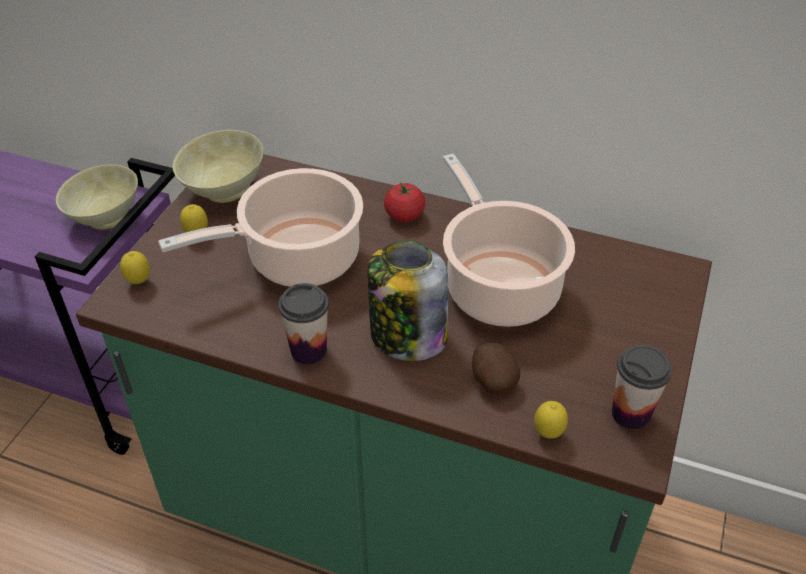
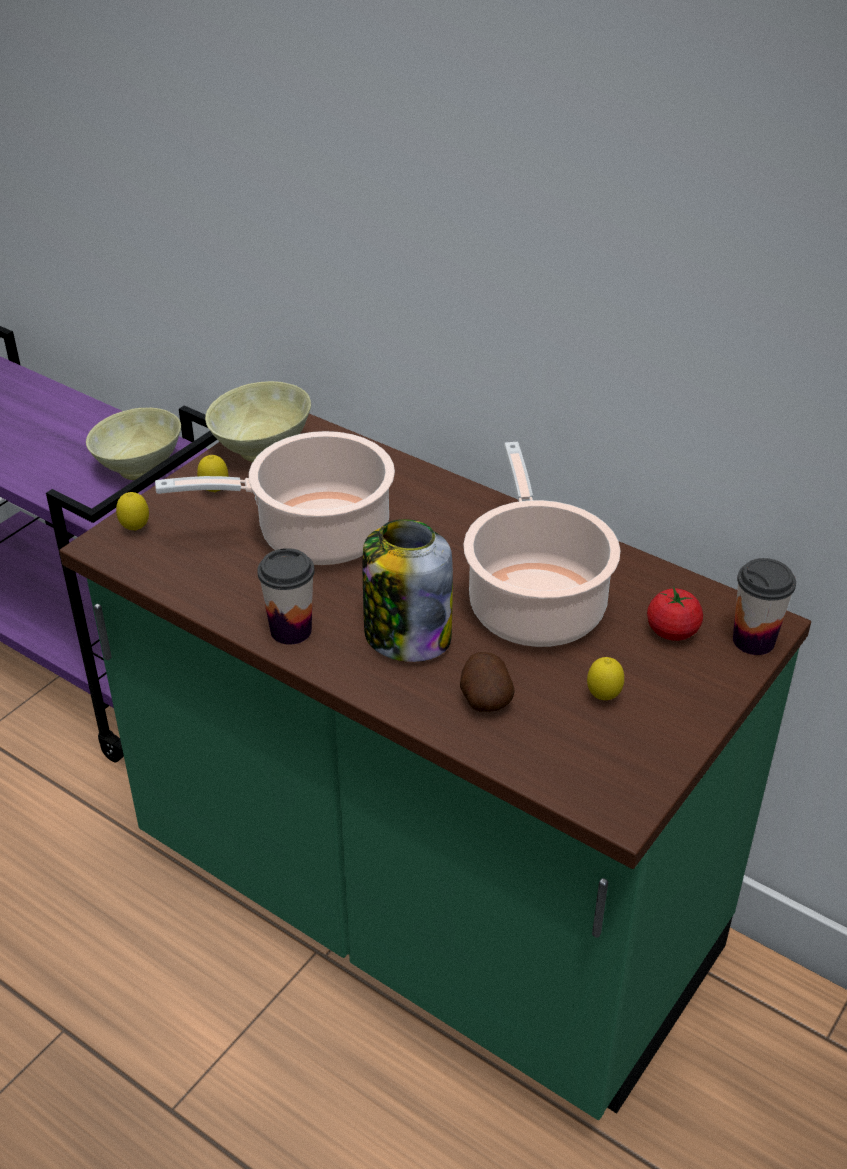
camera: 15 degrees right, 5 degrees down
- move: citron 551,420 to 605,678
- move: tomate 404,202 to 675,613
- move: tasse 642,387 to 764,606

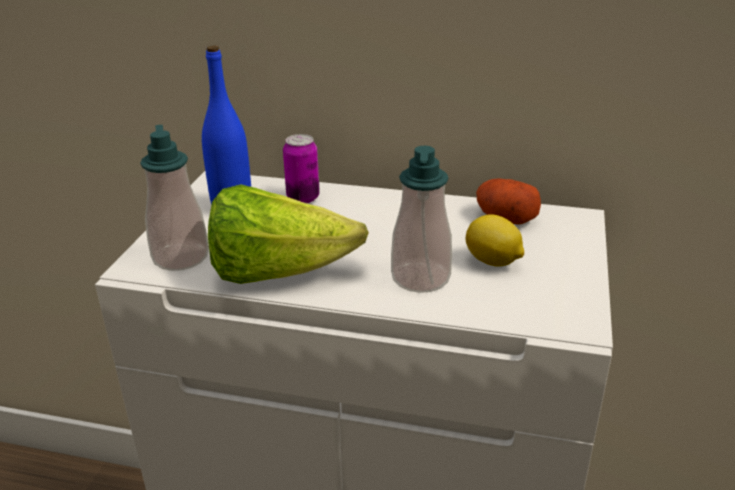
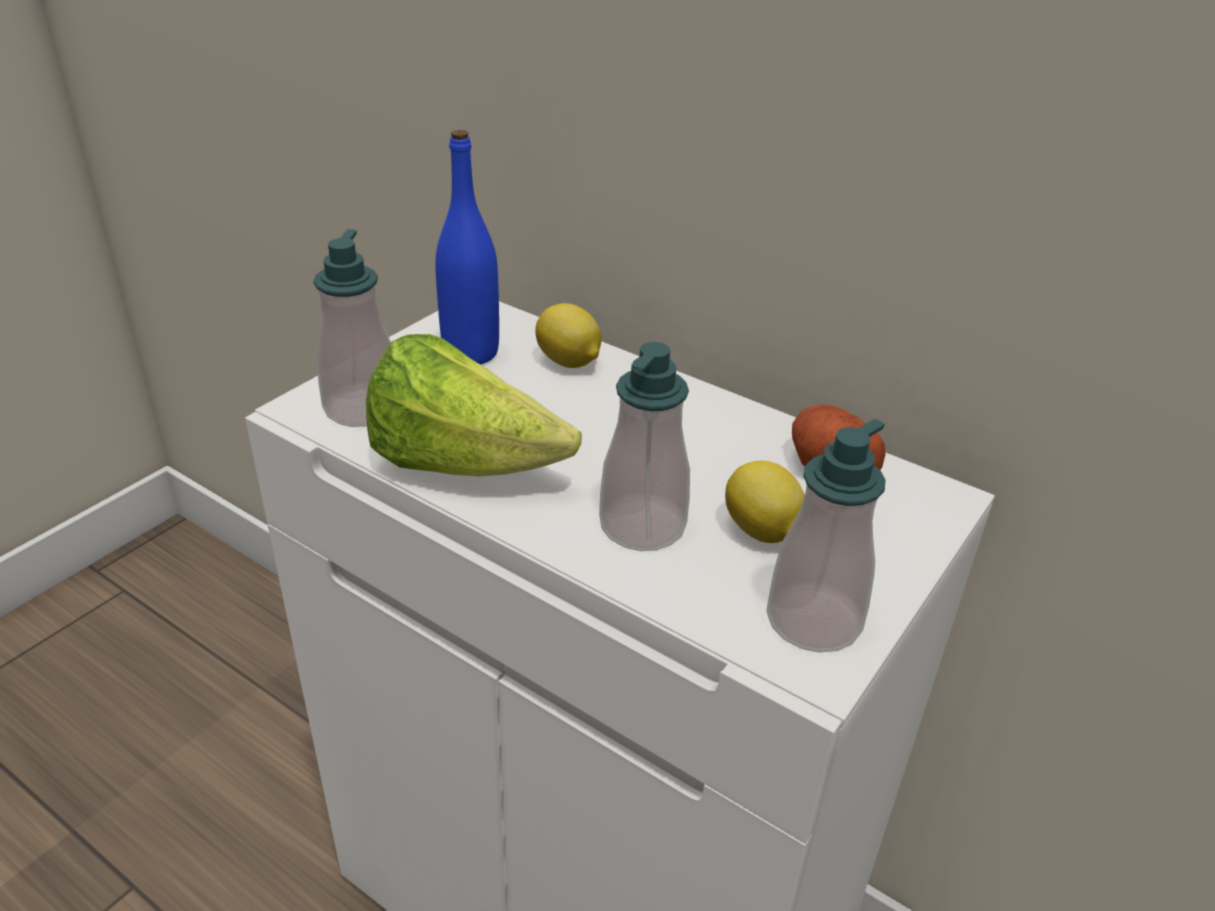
camera: 20 degrees right, 5 degrees up
- replace: boîte métallique 301,168 to citron 568,335
- insert: distributeur de savon 826,536

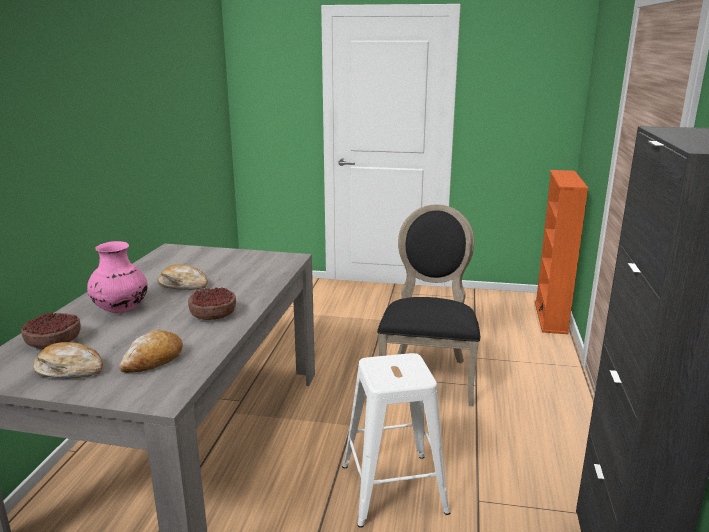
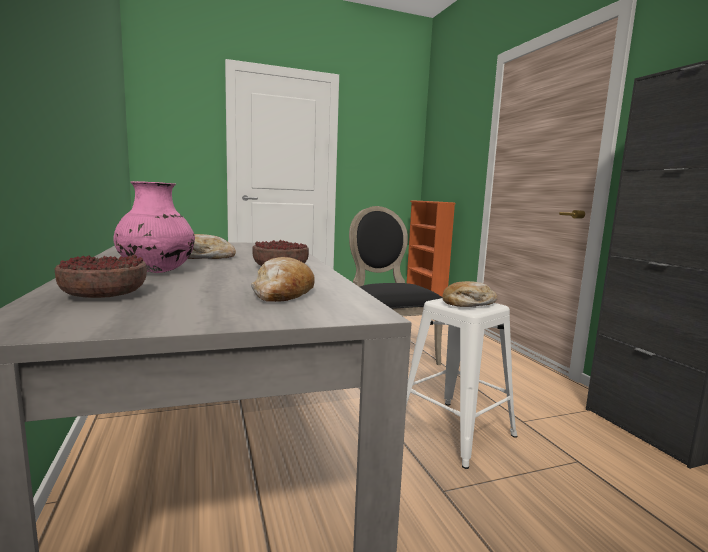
camera: 30 degrees left, 10 degrees down
- move: pain 68,360 to 470,294

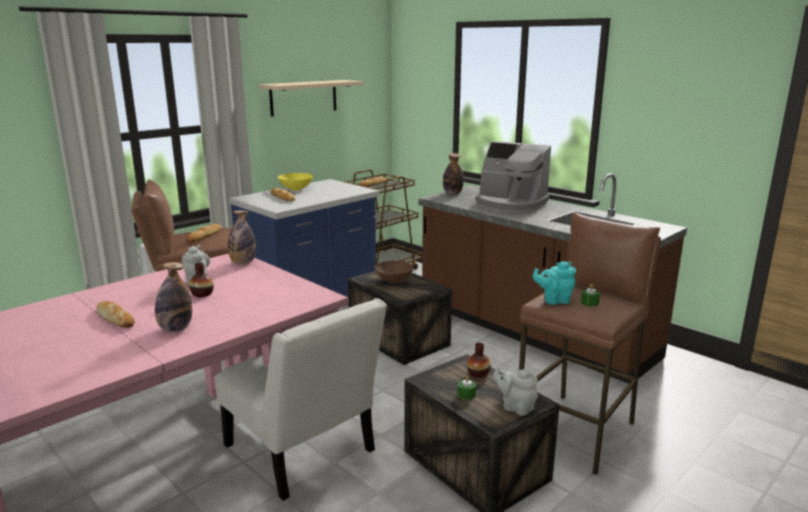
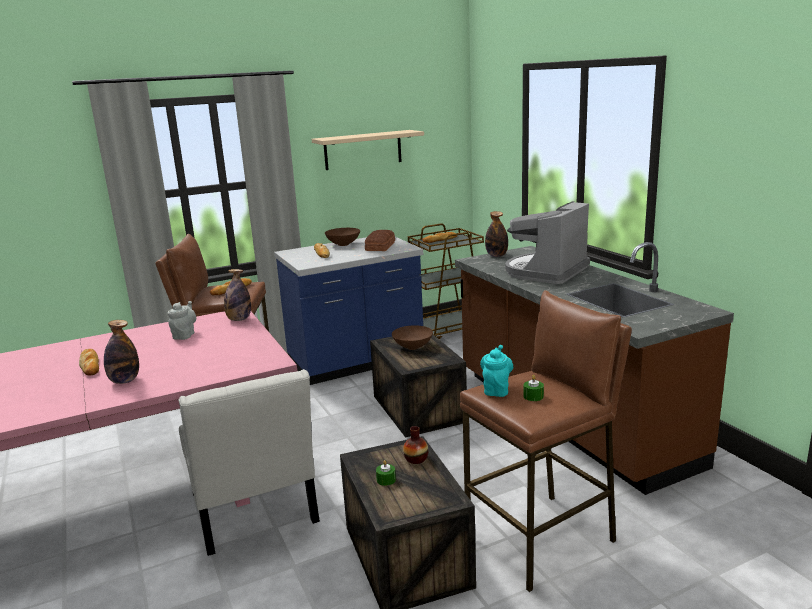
camera: 20 degrees right, 0 degrees up
- recolor: bol [jaune] 295,182 to bol [marron] 342,237
- insert: pain 380,240
- rotate: théière [turquoise] 554,283 = 496,371 90 degrees clockwise
- rotate: machine à café 513,177 = 547,242 75 degrees clockwise
- delete: vase 201,280
- delete: théière [gris] 515,391

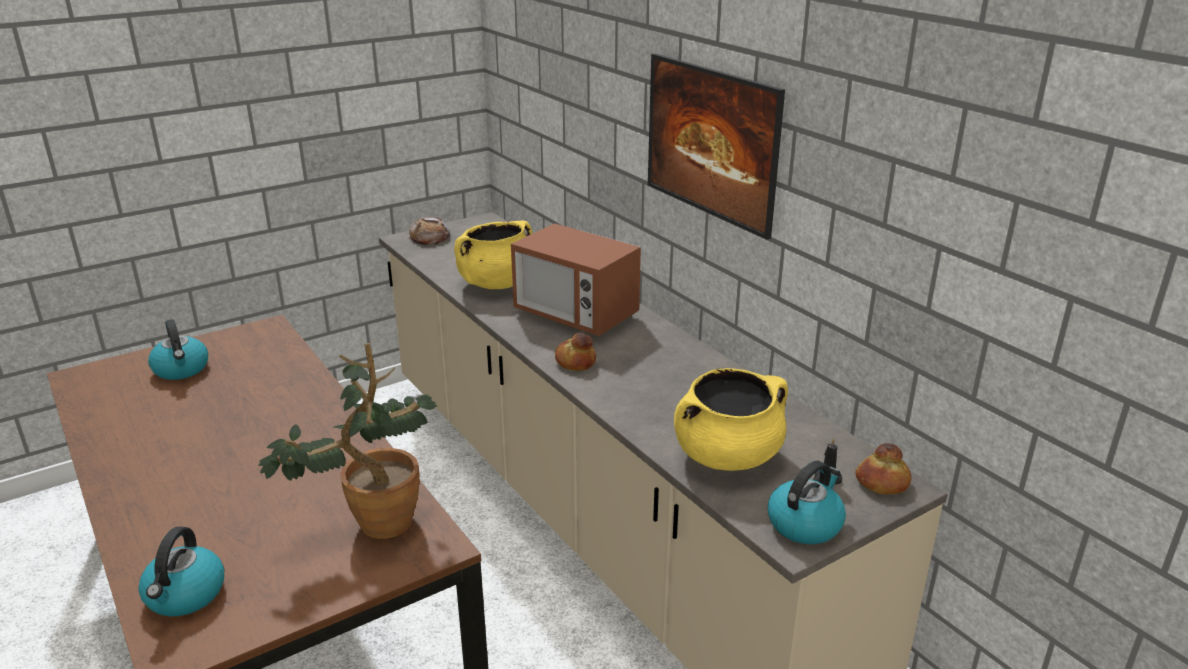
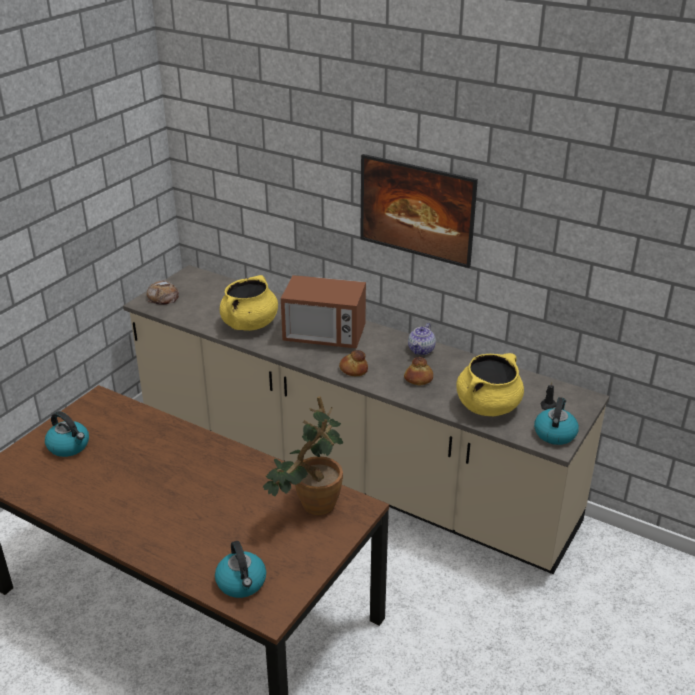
camera: 25 degrees left, 5 degrees up
- move: pain 883,469 to 418,371
- insert: théière 422,339

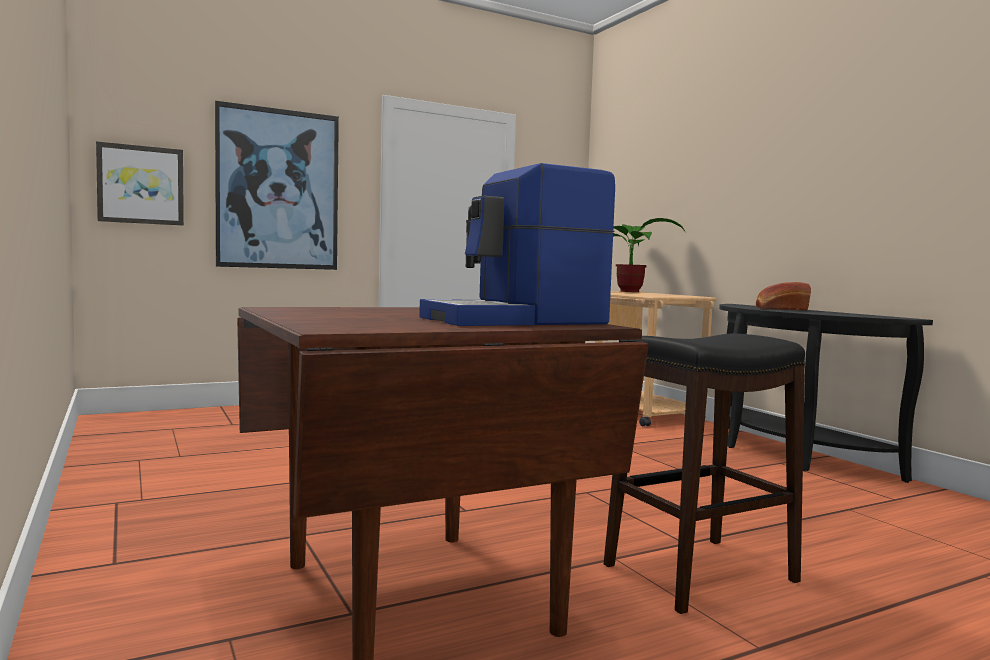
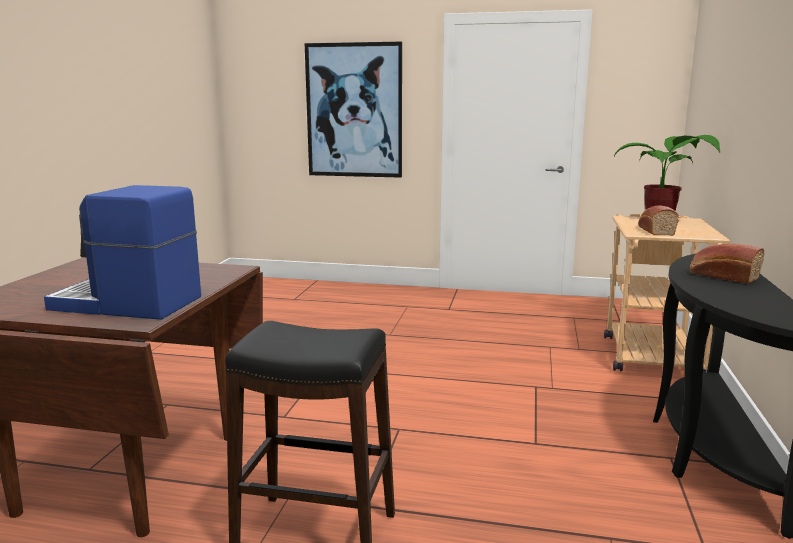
camera: 40 degrees right, 10 degrees up
- insert: pain 658,221
- delete: tableau 140,183

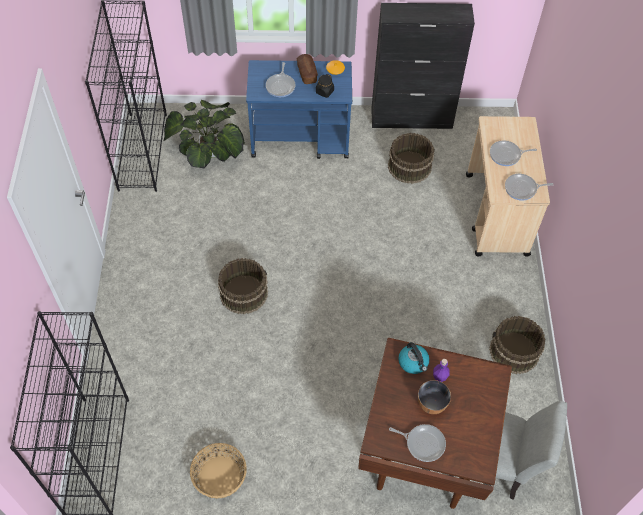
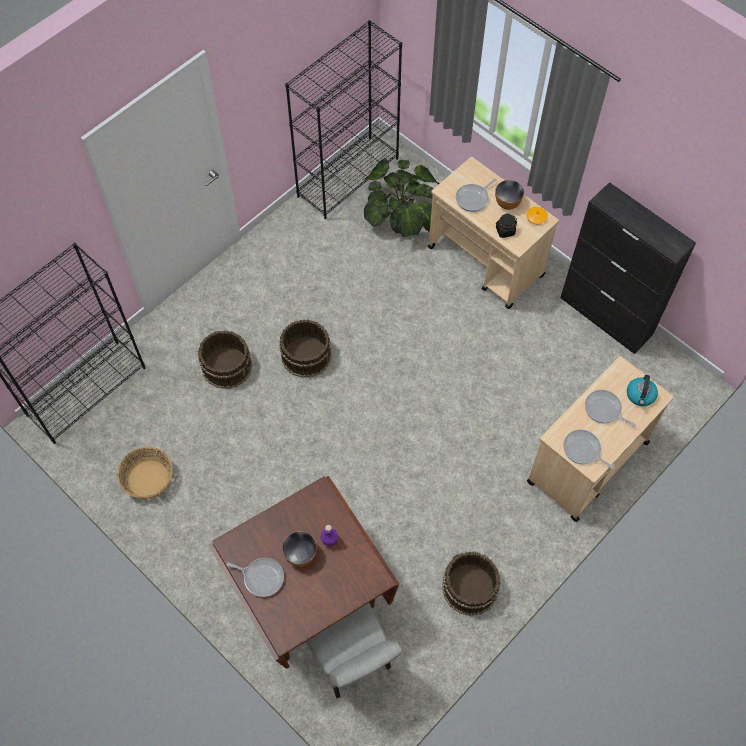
camera: 45 degrees right, 5 degrees up
- move: seau [marron] 411,158 to 225,359
- rotate: poêle 417,443 = 255,577 45 degrees counterclockwise
- recolor: chariot [bleu] 299,109 to chariot [beige] 493,233
- replace: pain 307,69 to bol 509,195
- move: bouilloire 414,358 to 642,390

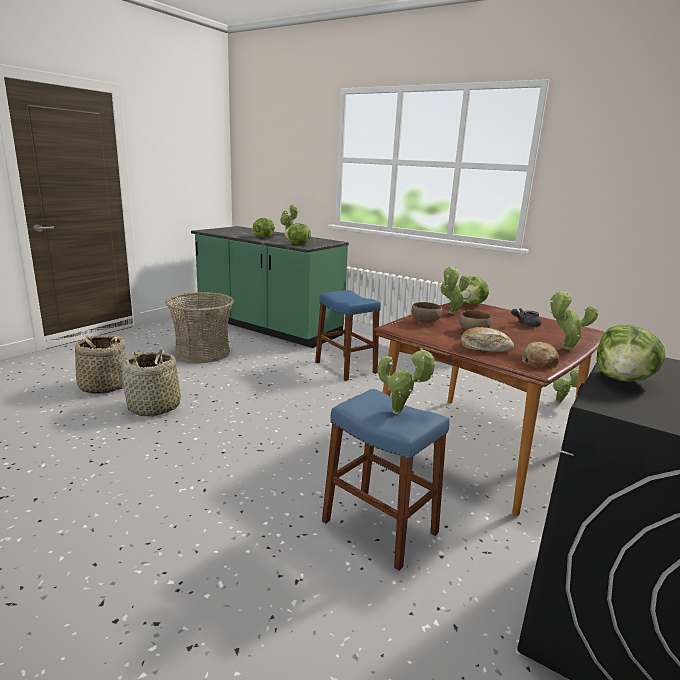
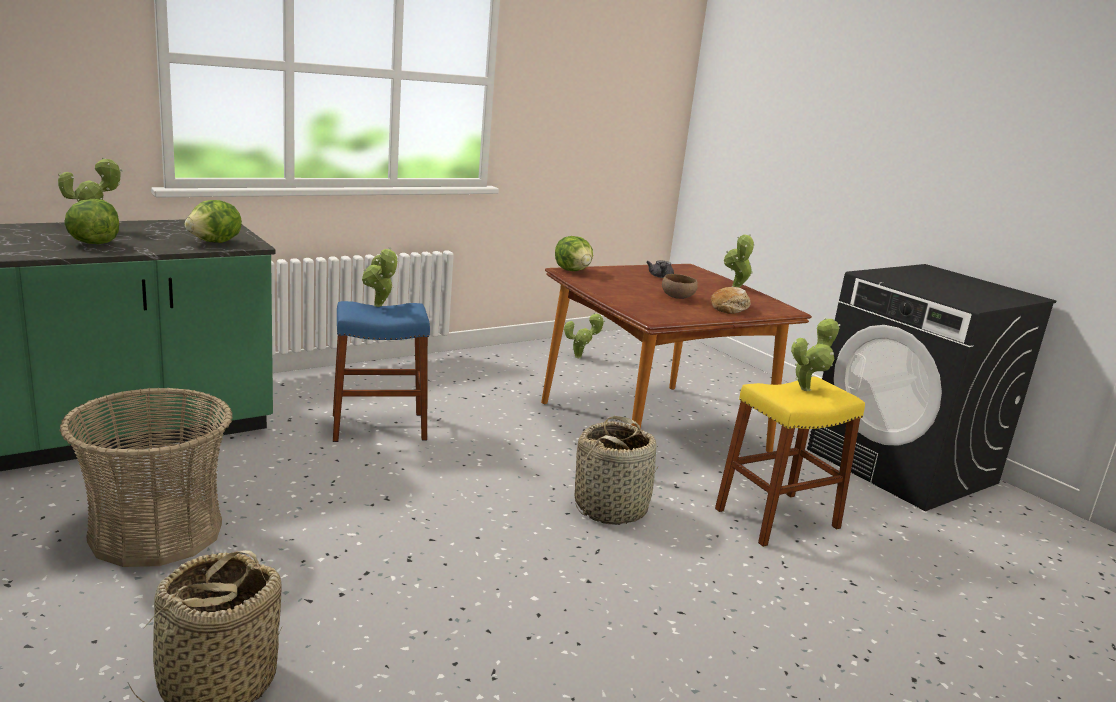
camera: 70 degrees left, 0 degrees up
- move: plante en pot 455,290 to 379,277
- move: panier 152,383 to 616,470
- recolor: tabouret [bleu] 386,479 to tabouret [jaune] 790,461
- delete: bol [marron] 426,312
- delete: pain 540,355
- delete: laitue 630,353

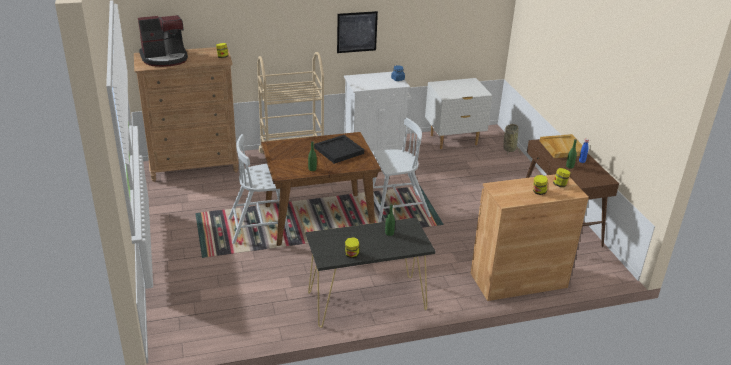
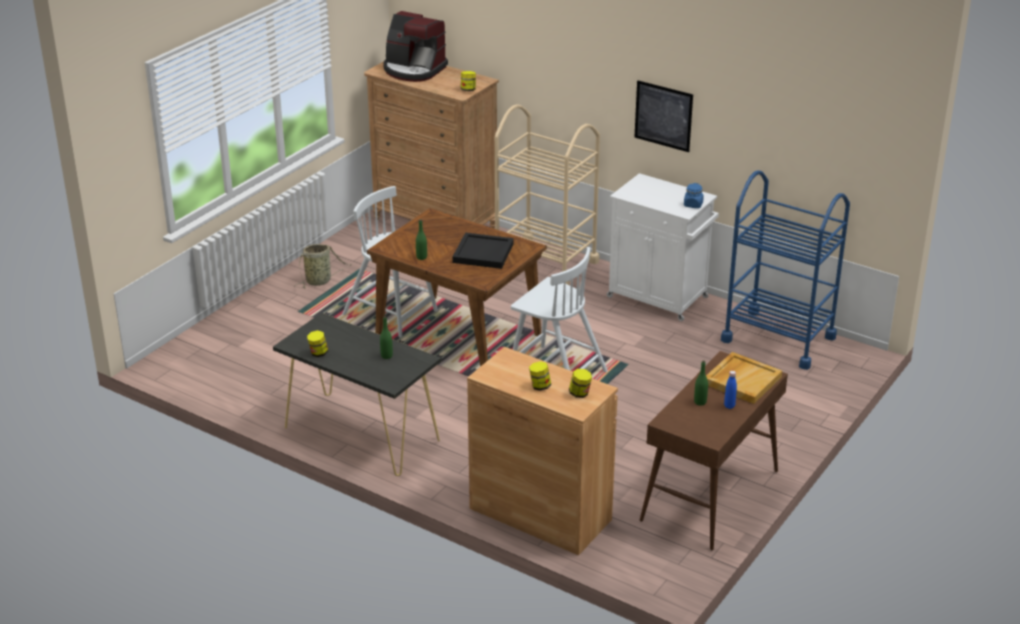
camera: 50 degrees right, 0 degrees up
- move: panier 512,140 to 323,266
- replace: table de chevet [blanc] 459,113 to chariot [bleu] 785,270

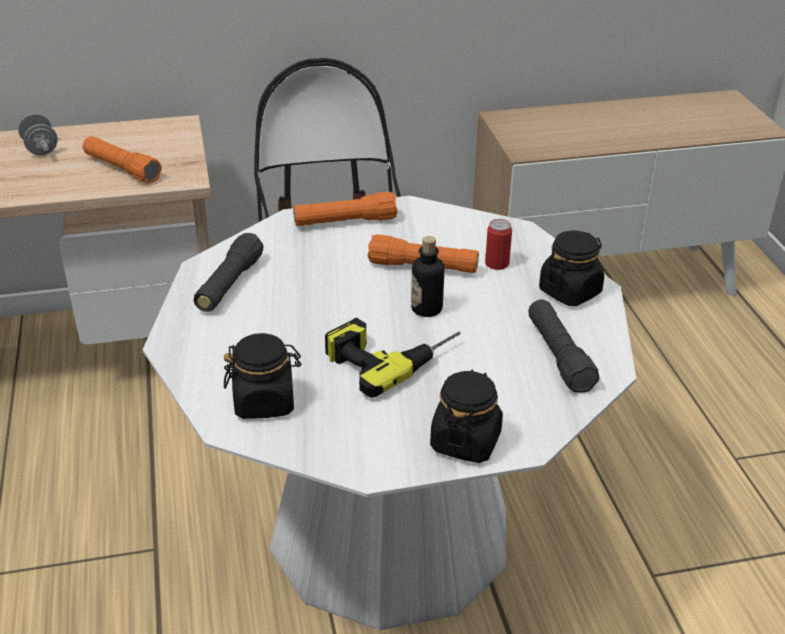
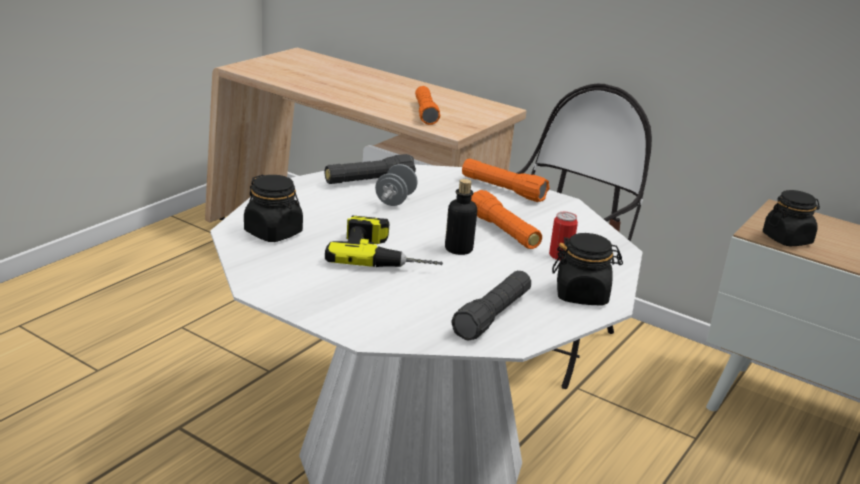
camera: 45 degrees right, 10 degrees down
- move: haltère [gris] 38,134 to 396,185
- move: bocal [noir] 466,416 to 791,218

